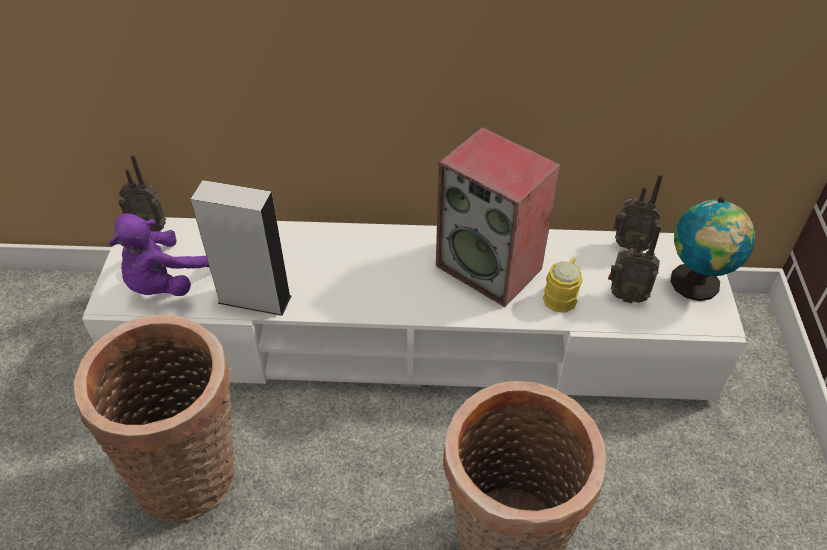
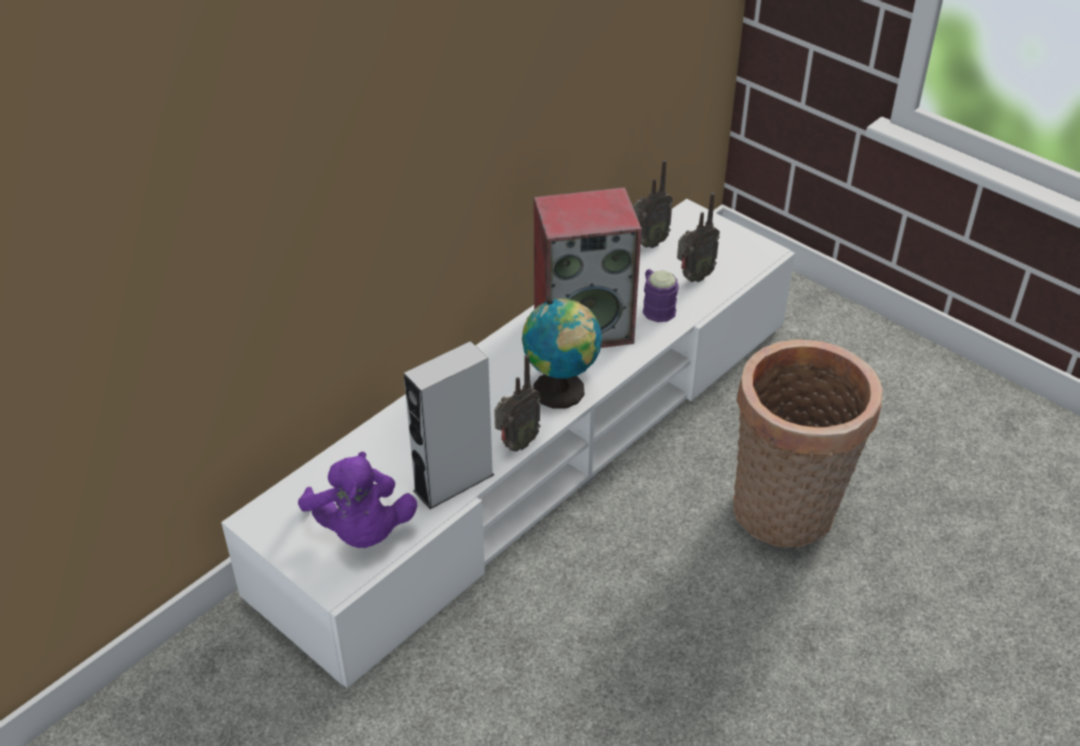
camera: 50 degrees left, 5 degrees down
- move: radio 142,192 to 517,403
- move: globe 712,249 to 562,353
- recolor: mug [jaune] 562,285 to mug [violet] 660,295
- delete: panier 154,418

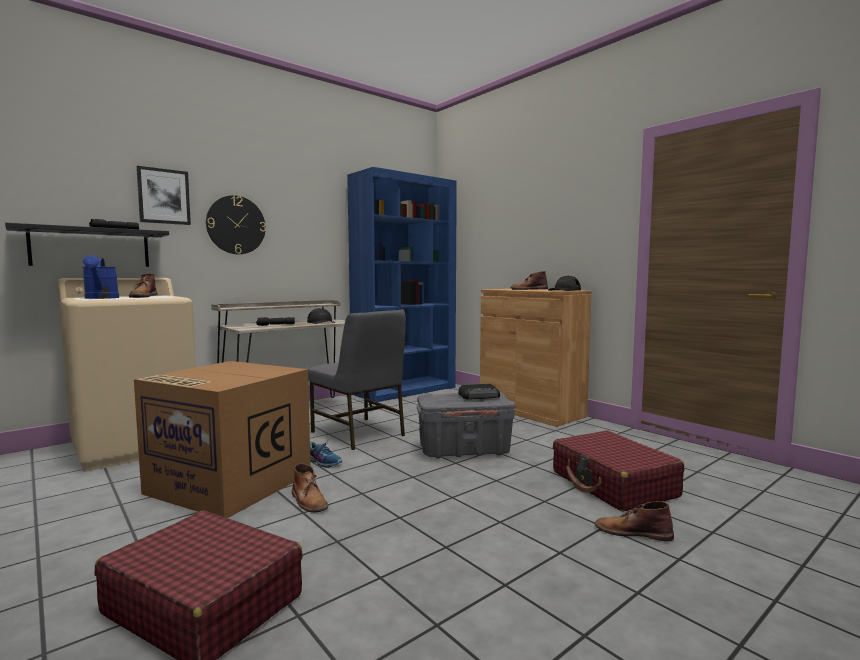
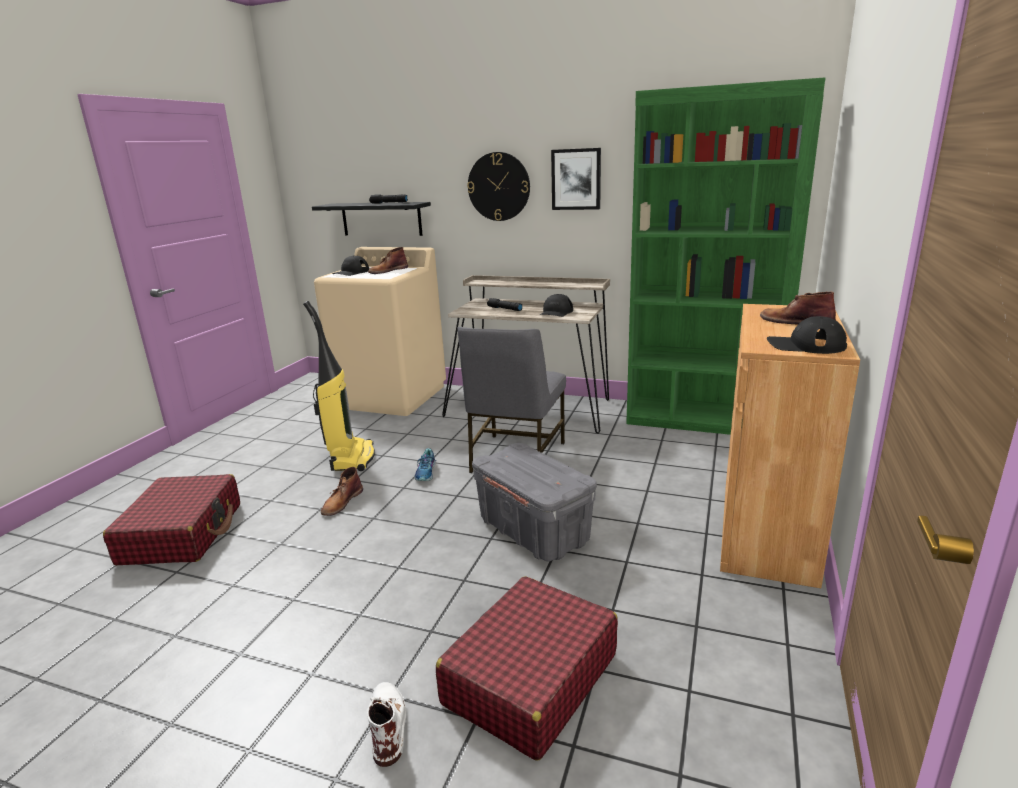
camera: 60 degrees right, 15 degrees up
- replace: carton 222,439 to aspirateur 339,386
- replace: arrosoir [bleu] 101,277 to casquette [noir] 350,266
- recolor: botte [marron] 634,521 to botte [blanc] 386,724
- move: tableau 163,195 to 576,179
- recolor: bibliothèque [bleu] 402,284 to bibliothèque [vert] 725,256
- delete: radio 479,392

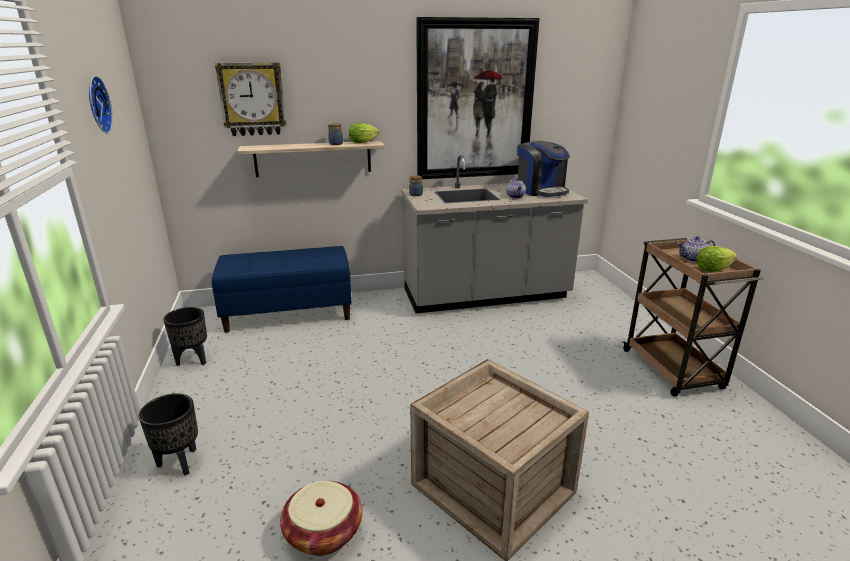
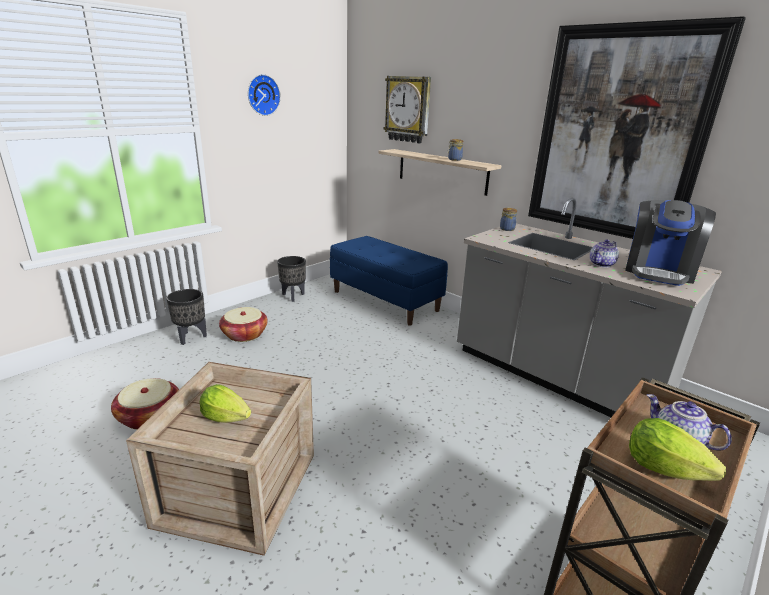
camera: 55 degrees right, 0 degrees up
- move: laitue 364,133 to 225,403
- insert: panier 243,324

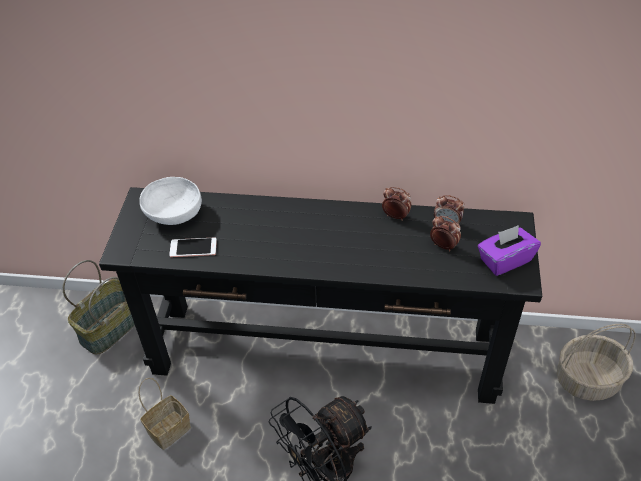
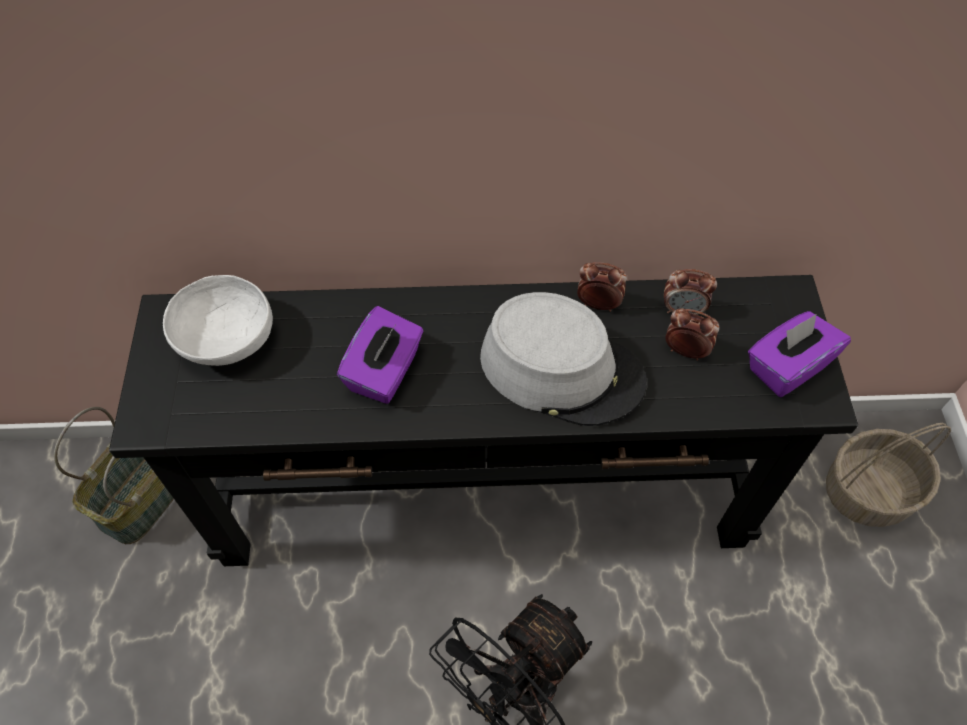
camera: 10 degrees left, 10 degrees up
- insert: boîte à mouchoirs [violet] 380,355
- insert: chapeau [gris] 563,359
- delete: panier 164,414
- delete: téléphone 193,247

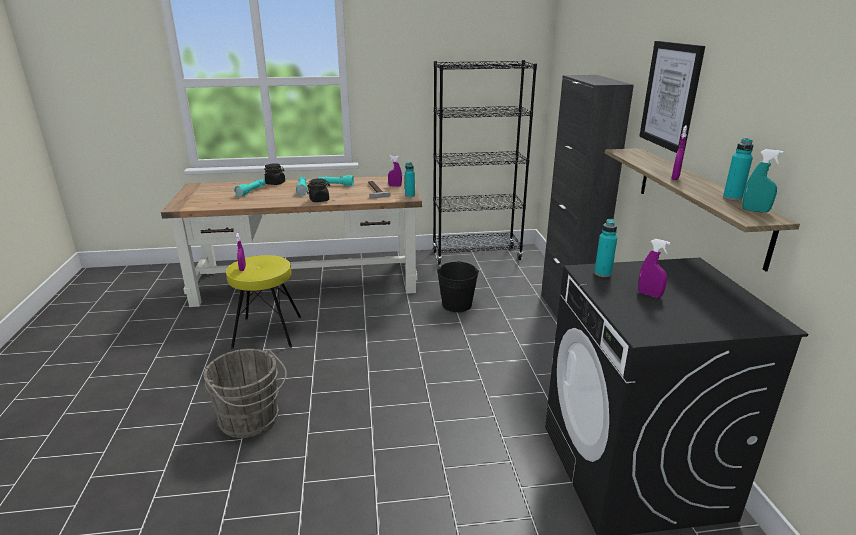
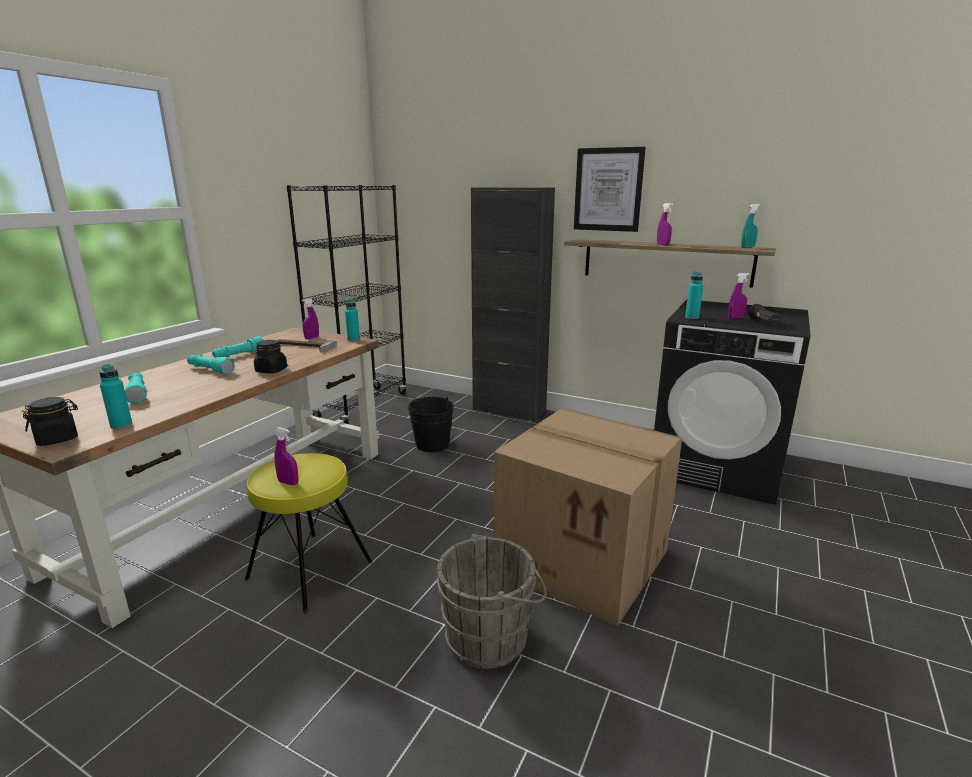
camera: 55 degrees left, 5 degrees down
- move: bocal [noir] 274,174 to 50,421
- move: bouteille [turquoise] 738,169 to 116,396
- insert: carton 588,517
- insert: lampe de poche [noir] 765,314

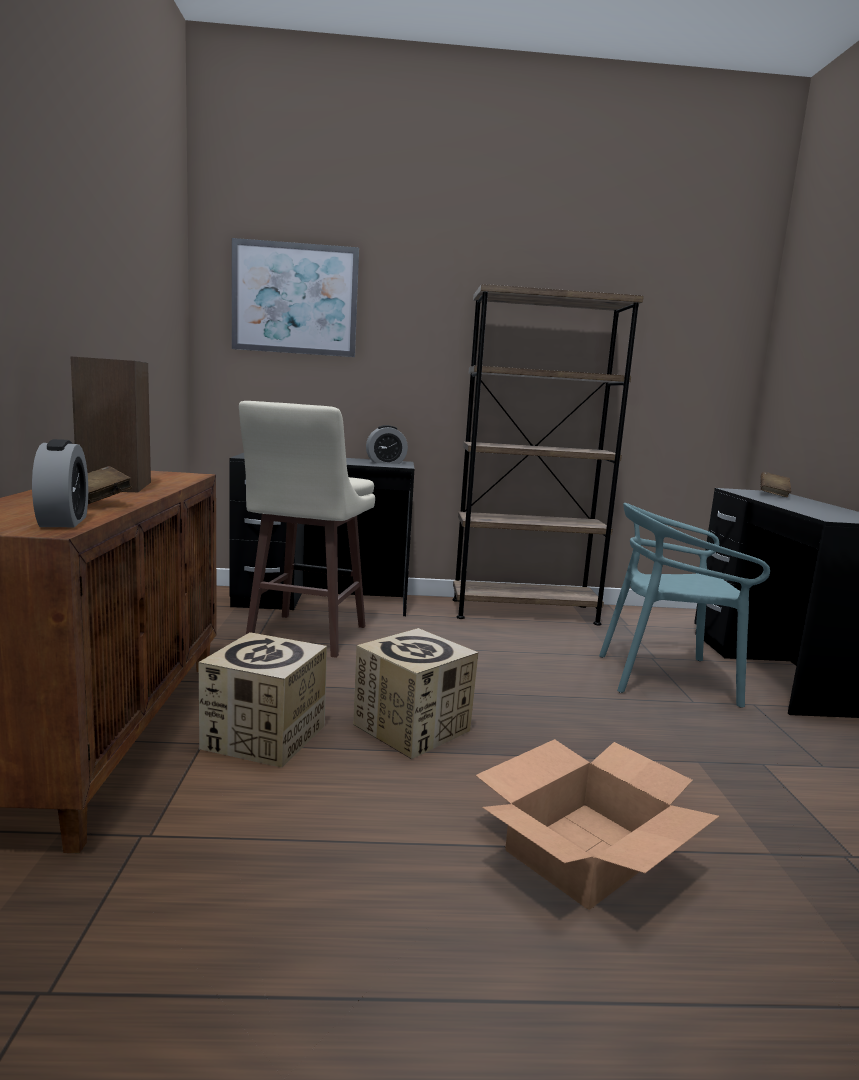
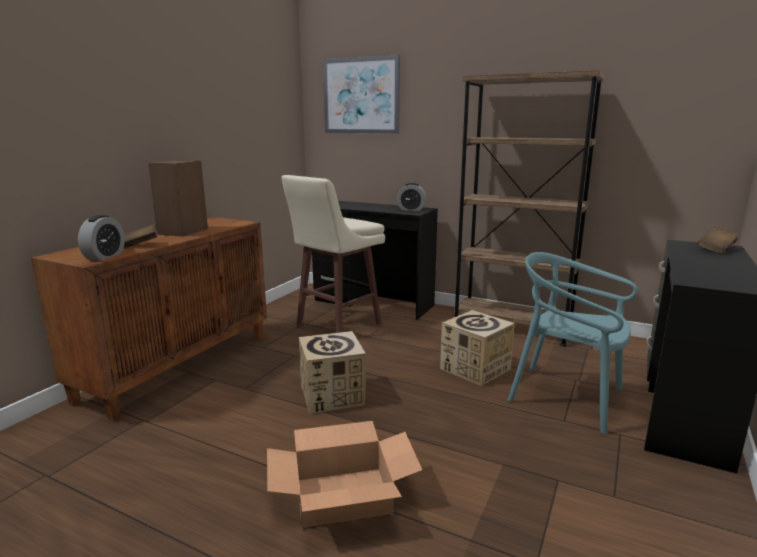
camera: 30 degrees right, 5 degrees up
- move: carton 263,700 to 477,348

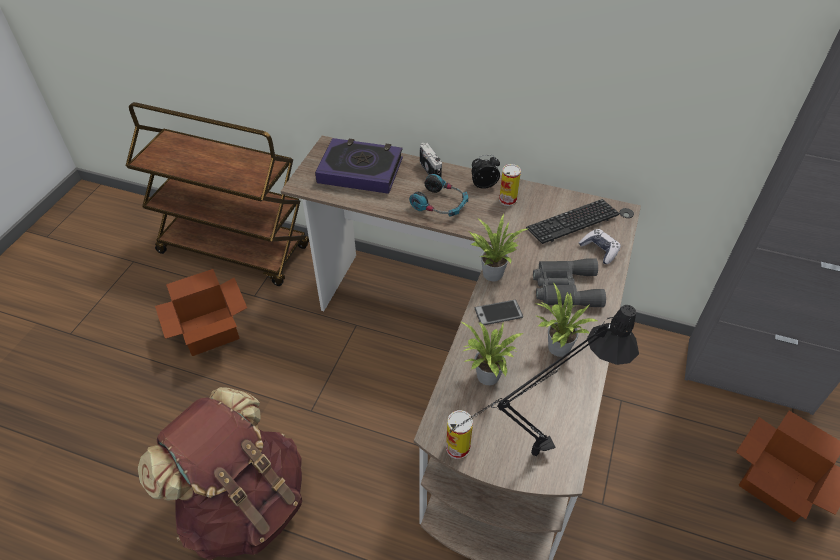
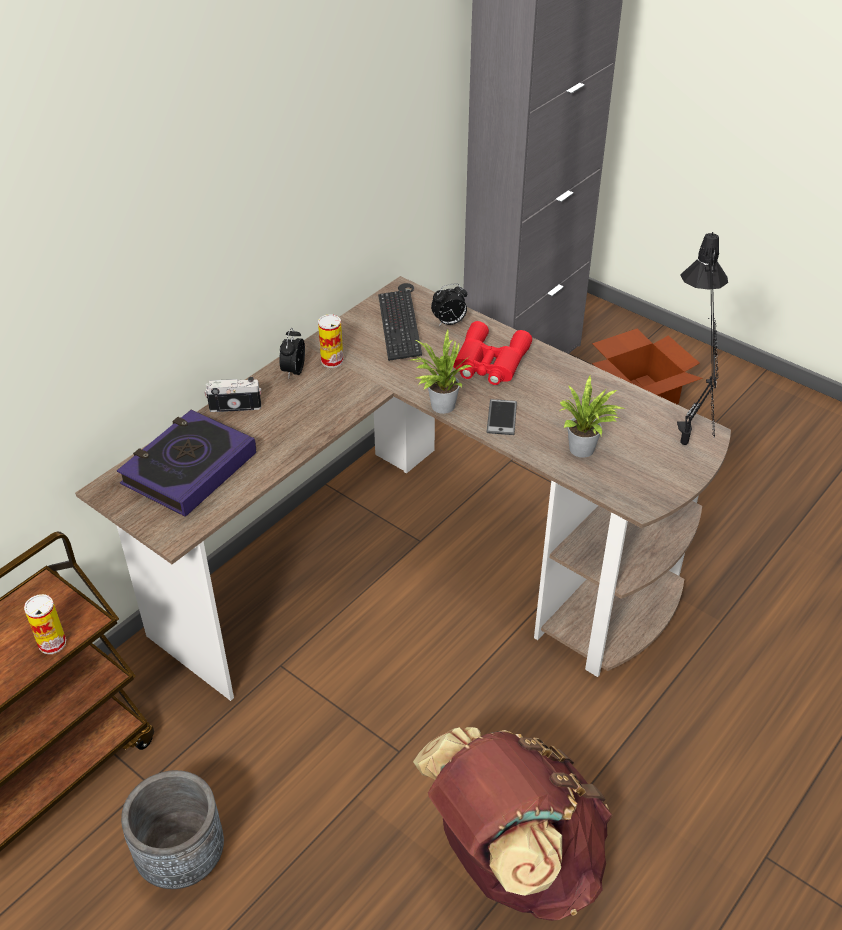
camera: 70 degrees left, 5 degrees down
- move: boîte métallique 459,434 to 45,624
- replace: carton 201,312 to cache-pot [gris] 172,829
- replace: manette 600,246 to réveil 449,304
- recolor: jumelles [gris] 569,283 to jumelles [rouge] 492,353
- delete: casque audio 438,195
- delete: plante en pot 566,320

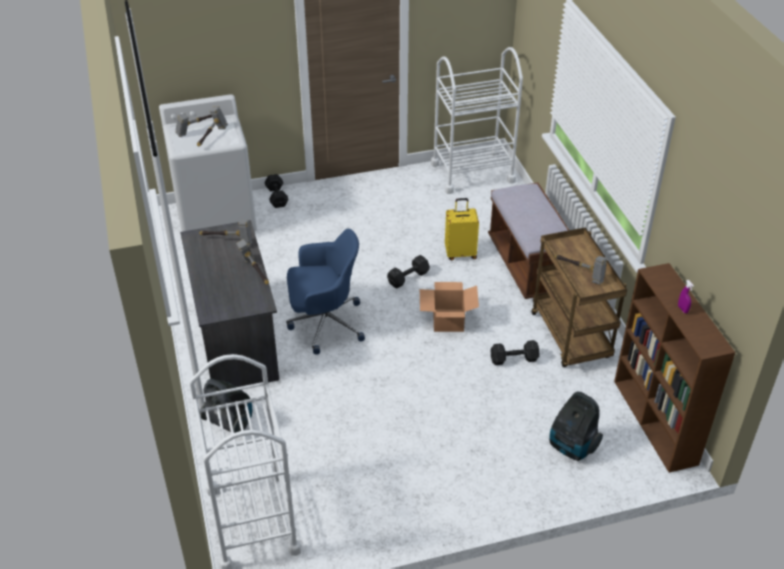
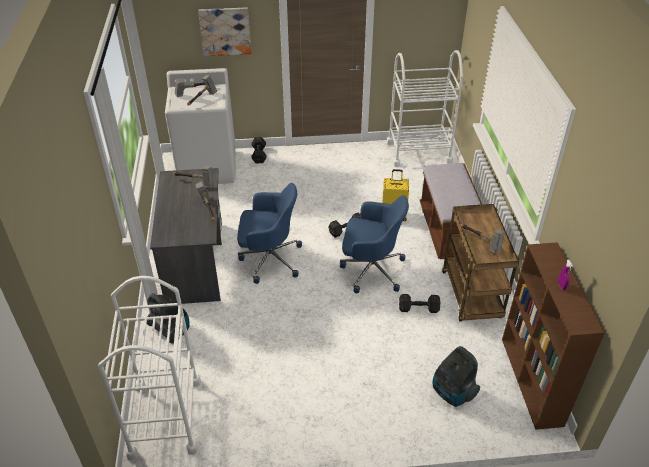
camera: 10 degrees right, 0 degrees up
- insert: tableau 225,31
- replace: carton 449,307 to chaise de bureau [bleu] 374,244

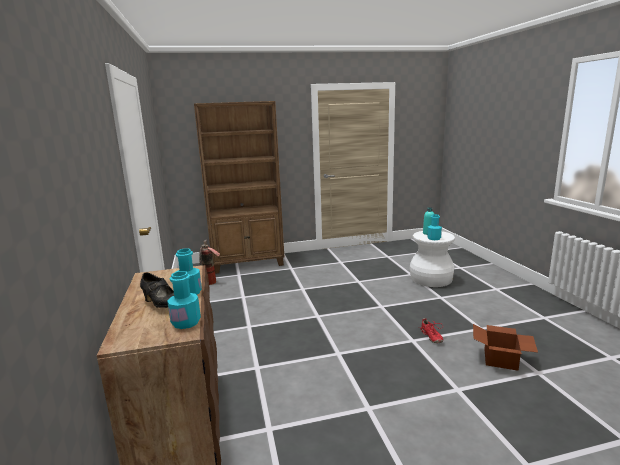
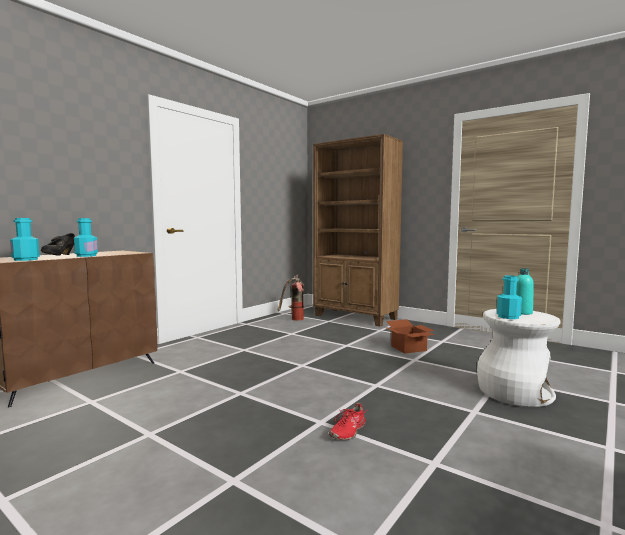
camera: 50 degrees right, 10 degrees down
- move: carton 505,347 to 410,336

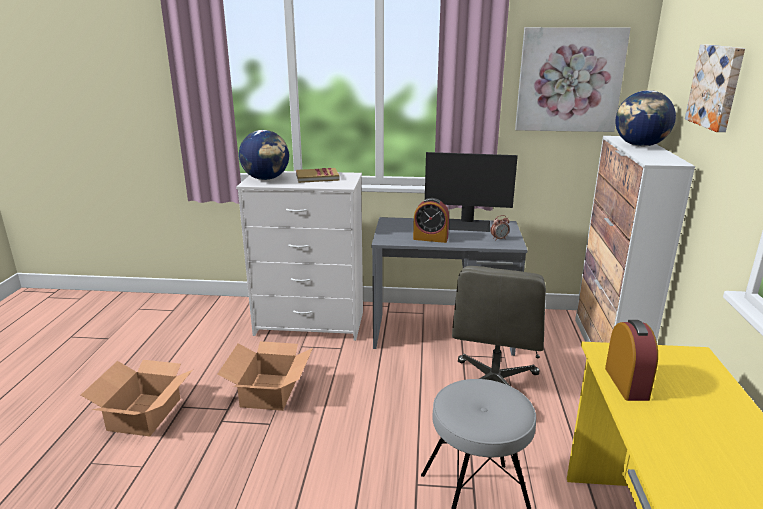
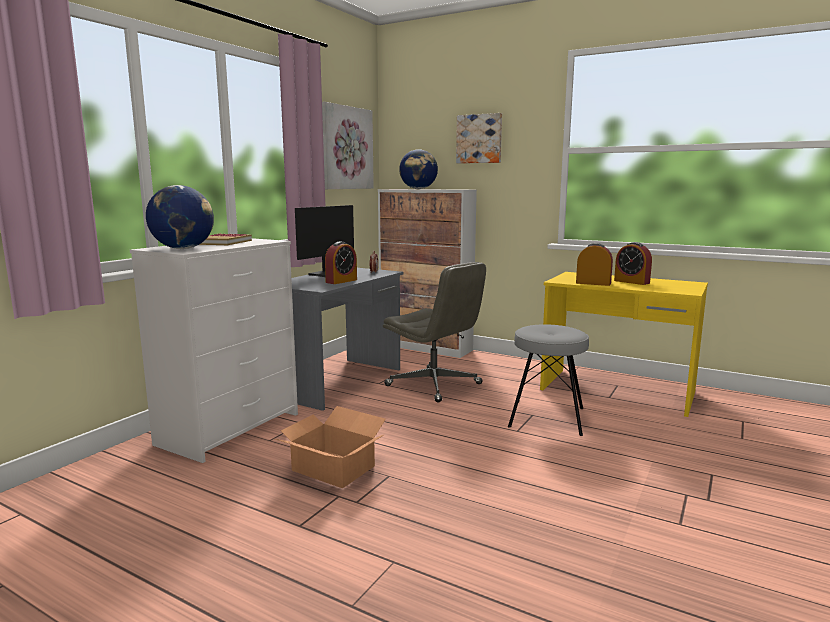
camera: 65 degrees left, 10 degrees down
- insert: réveil 633,263
- delete: carton 137,398

